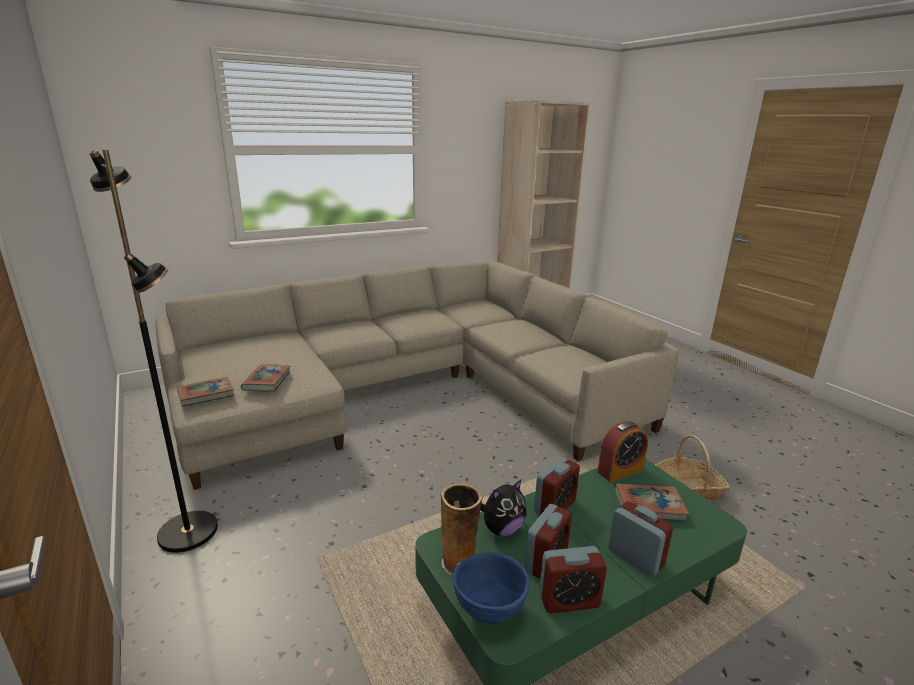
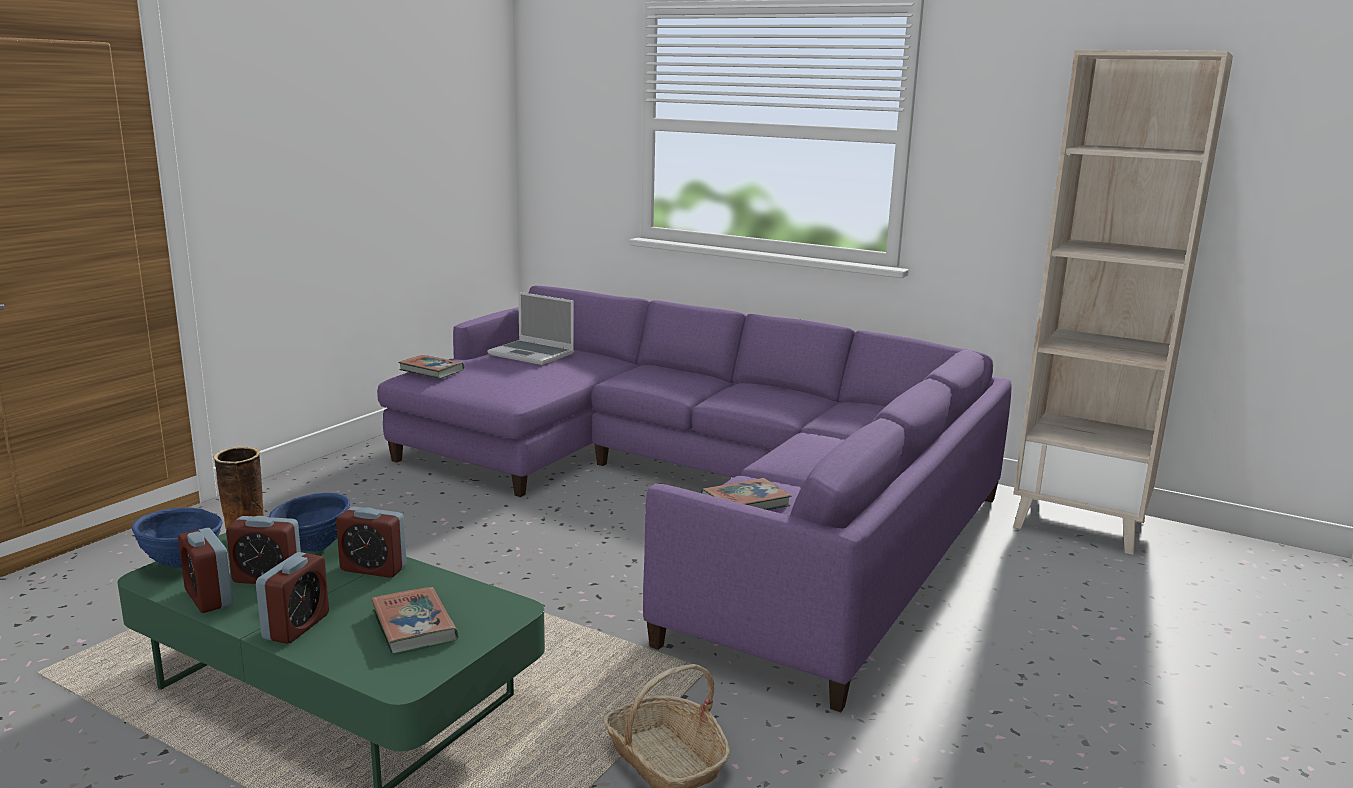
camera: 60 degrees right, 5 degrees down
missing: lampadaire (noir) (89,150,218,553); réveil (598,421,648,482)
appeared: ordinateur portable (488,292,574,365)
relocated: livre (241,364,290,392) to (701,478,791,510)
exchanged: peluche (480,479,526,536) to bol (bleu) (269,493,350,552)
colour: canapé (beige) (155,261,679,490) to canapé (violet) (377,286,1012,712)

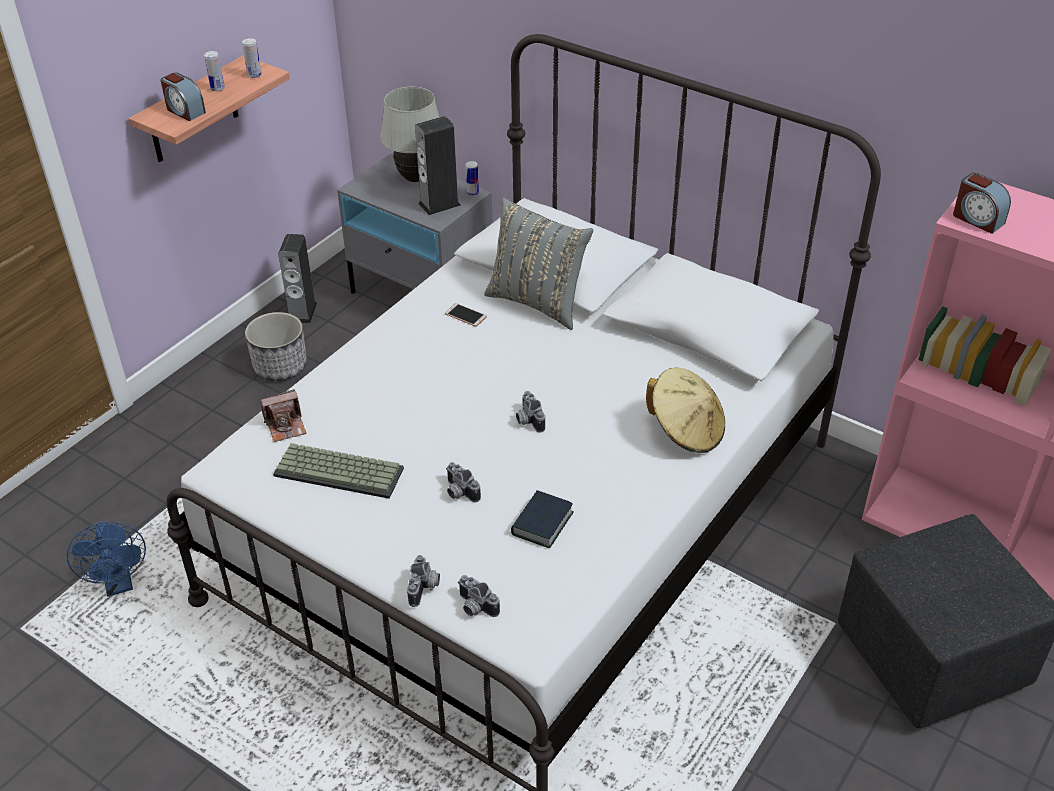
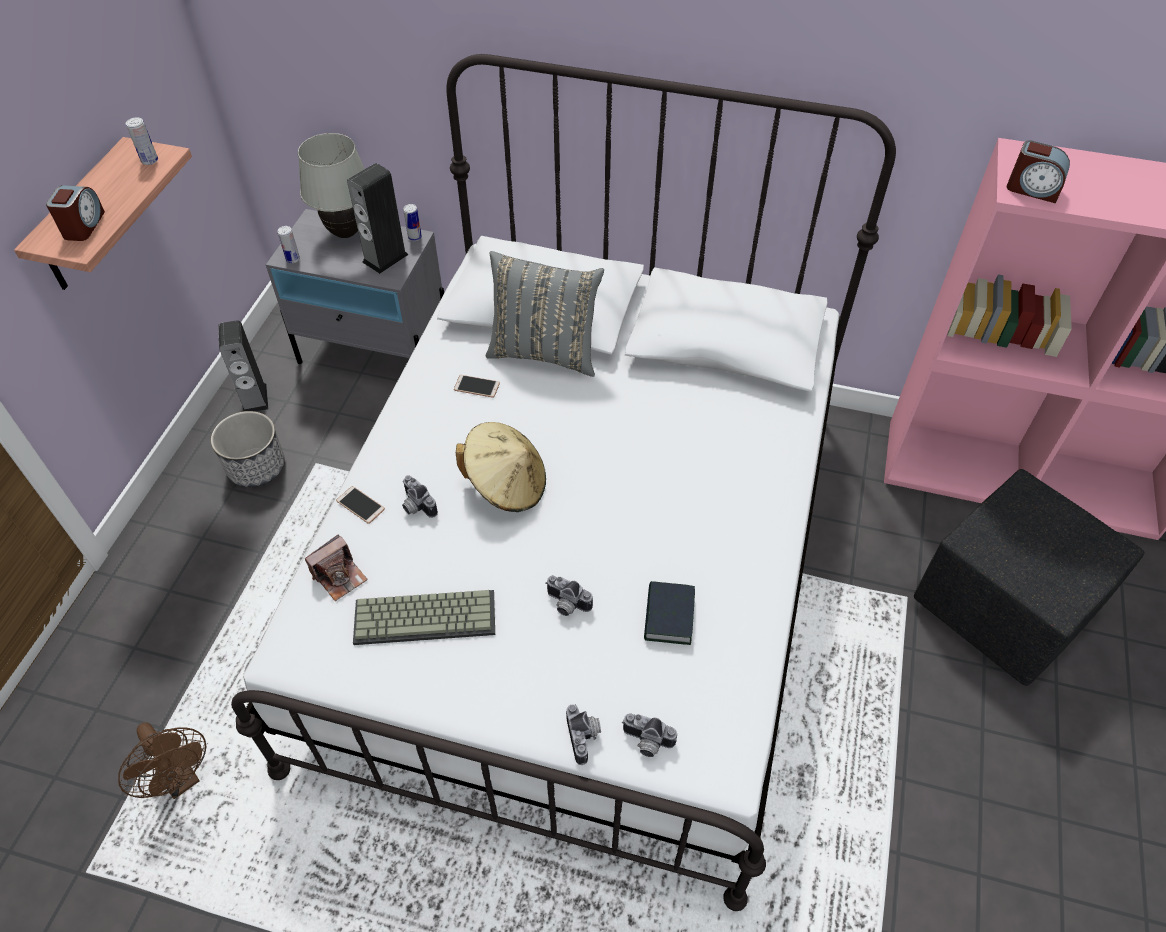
camera: 20 degrees left, 10 degrees up
appeared: téléphone (336,486,385,524)
relocated: boîte métallique (204,51,225,91) to (278,226,300,263); appareil photo (516,391,545,432) to (402,475,438,518); chapeau (beige) (646,367,725,453) to (456,422,546,512)
colour: ventilateur (bleu) (67,521,146,597) to ventilateur (marron) (118,722,206,799)
spun: réveil (161,73,206,121) = (46,185,105,241) 105 degrees counterclockwise

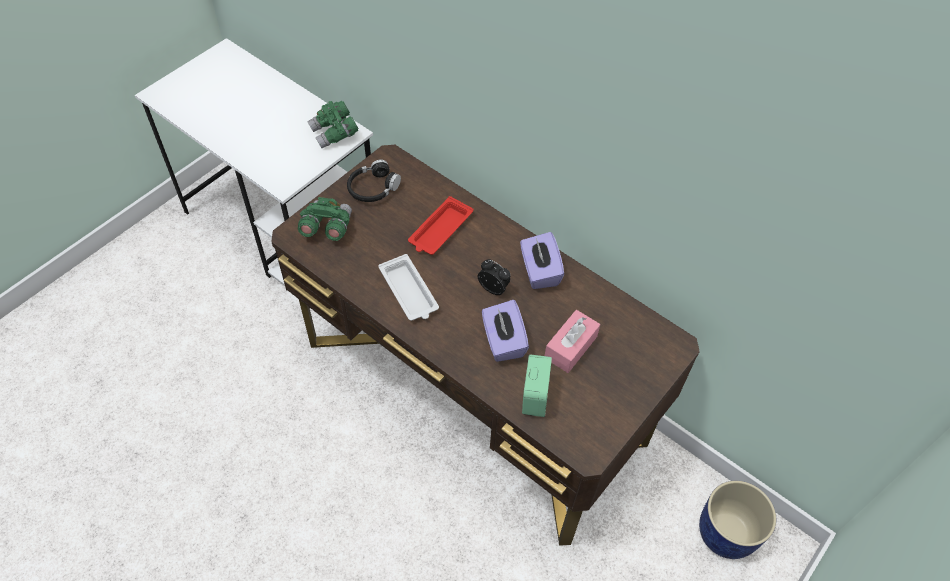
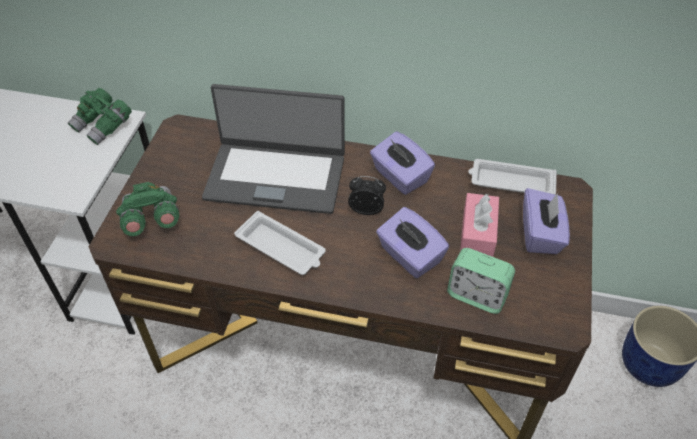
camera: 25 degrees left, 5 degrees down
missing: casque audio (noir) (347,160,401,202)
appeared: plateau (blanc) (468,159,557,195); boîte à mouchoirs (violet) (523,188,570,254)
exchanged: plateau (rouge) (408,196,473,255) to ordinateur portable (202,84,345,214)
spun: réveil (522,355,552,417) = (447,248,515,314) 135 degrees clockwise

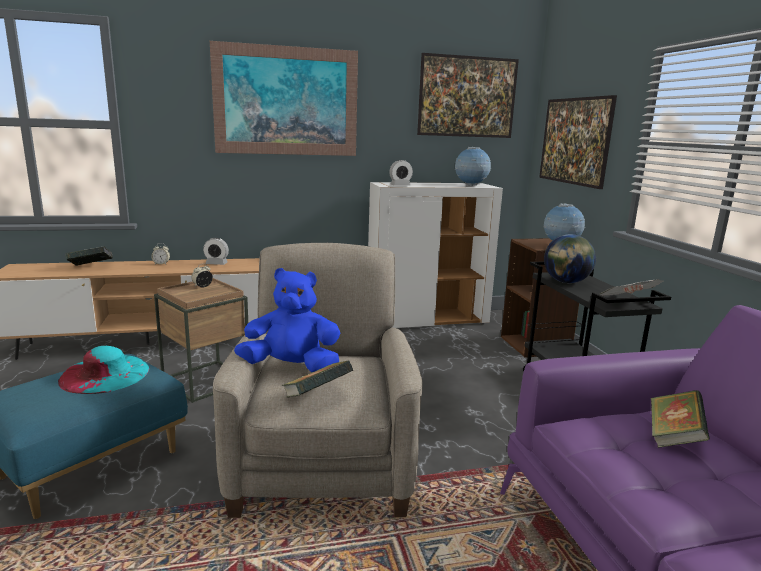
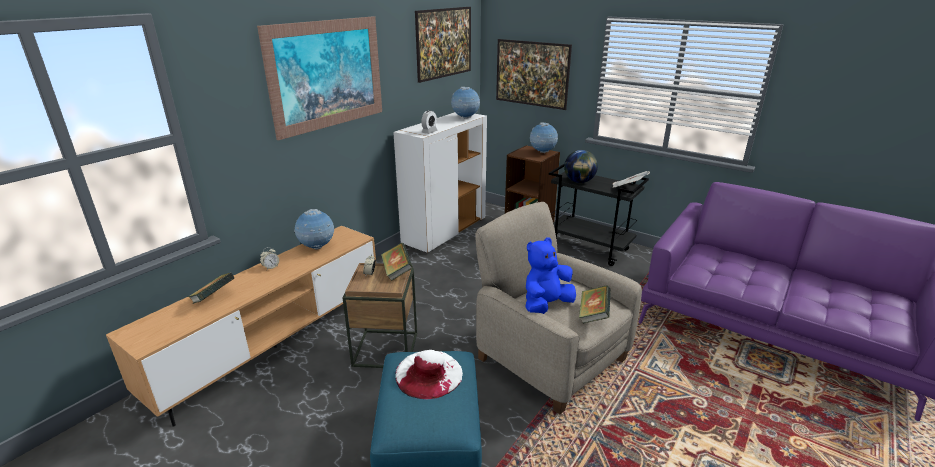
camera: 40 degrees left, 10 degrees up
relocated: livre (651,390,710,448) to (381,243,413,281)
exchanged: réveil (203,238,229,265) to globe (294,209,334,250)
colour: chapeau (turquoise) (58,346,149,394) to chapeau (blanc) (395,350,463,399)

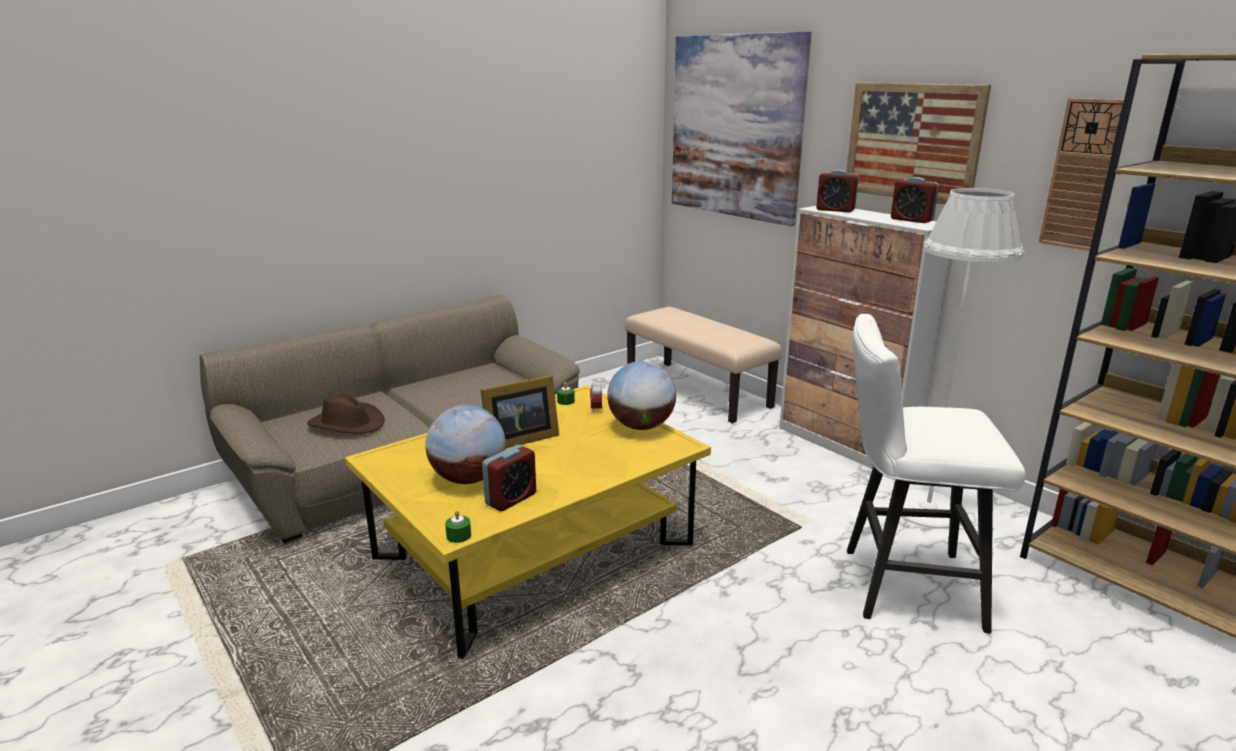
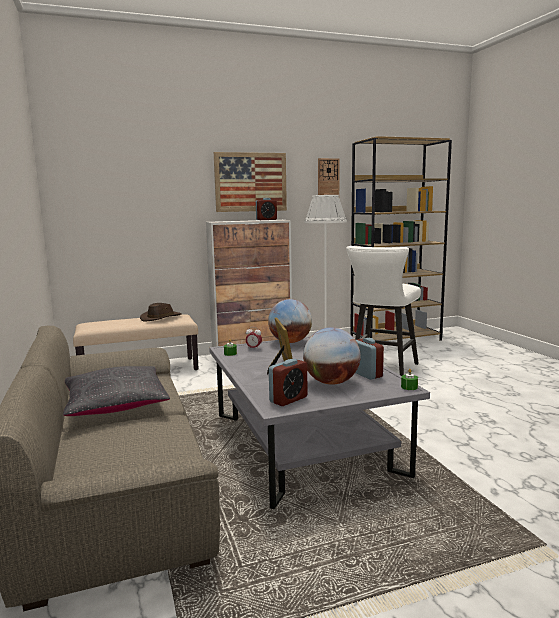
camera: 70 degrees left, 10 degrees down
missing: tableau (672,31,812,226)
appeared: coussin (noir) (63,366,170,416)
relocated: chapeau (marron) (307,394,385,434) to (140,303,182,322); réveil (816,169,859,212) to (269,359,307,406)
colour: table basse (jaune) (345,385,711,659) to table basse (gris) (209,336,430,509)

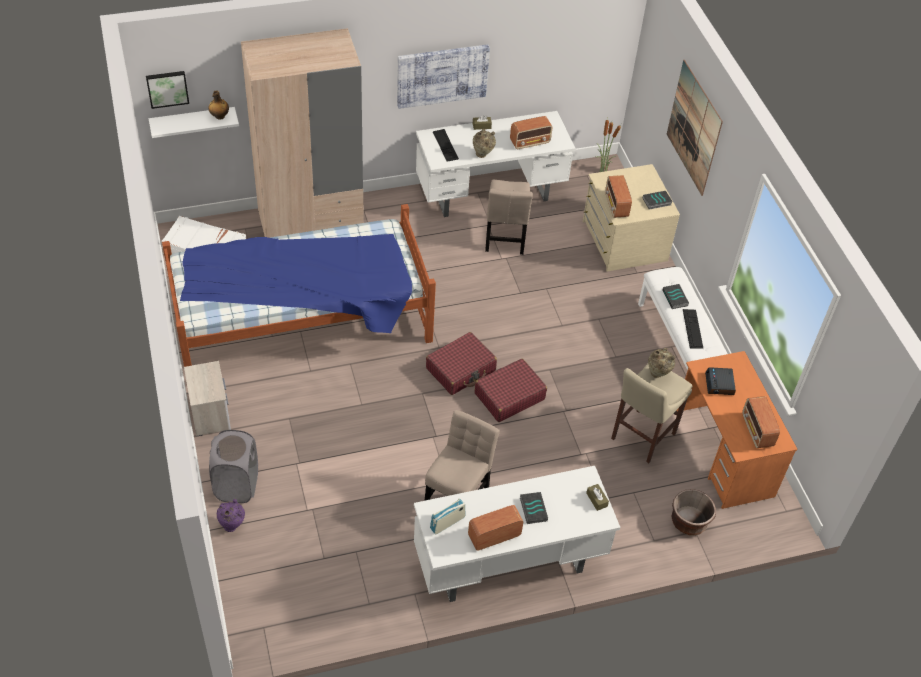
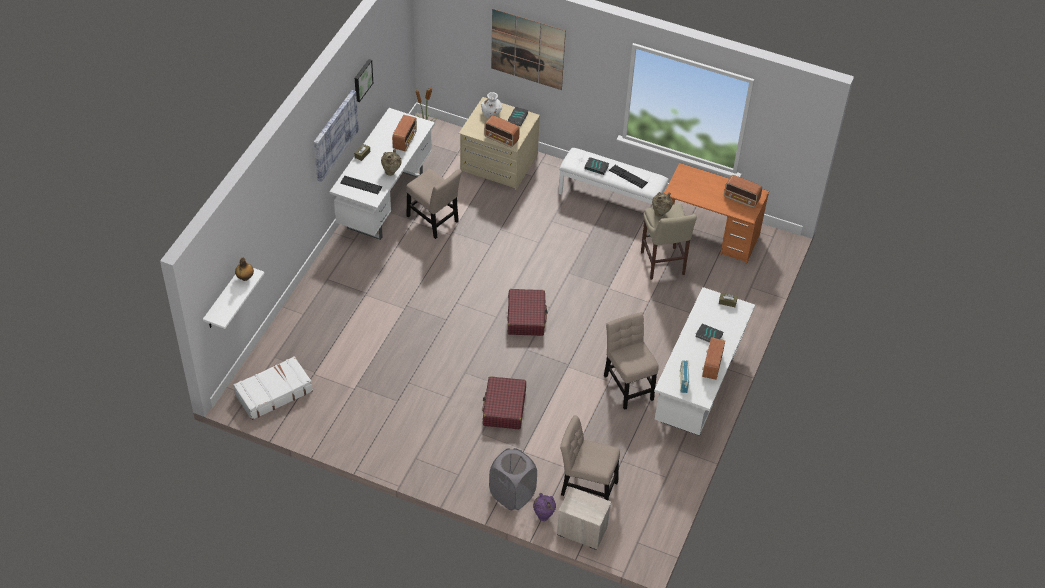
camera: 50 degrees left, 0 degrees up
missing: lit (162,204,436,367); armoire (beige) (241,28,364,238); cache-pot (marron) (671,489,716,535); réveil (705,367,736,395)
appeared: vase (blanc) (481,92,502,118); chaise (beige) (560,415,620,501)
relocated: tableau (146,71,189,109) to (355,59,373,102); table de chevet (184,361,231,436) to (557,487,611,550); valise (rouge) (474,359,547,422) to (482,377,526,429)

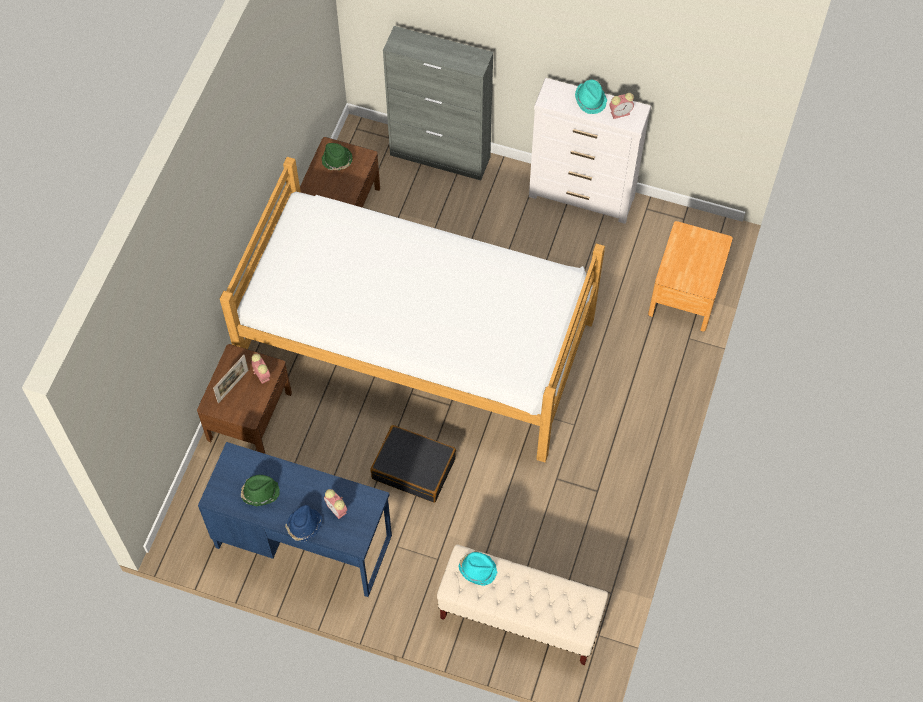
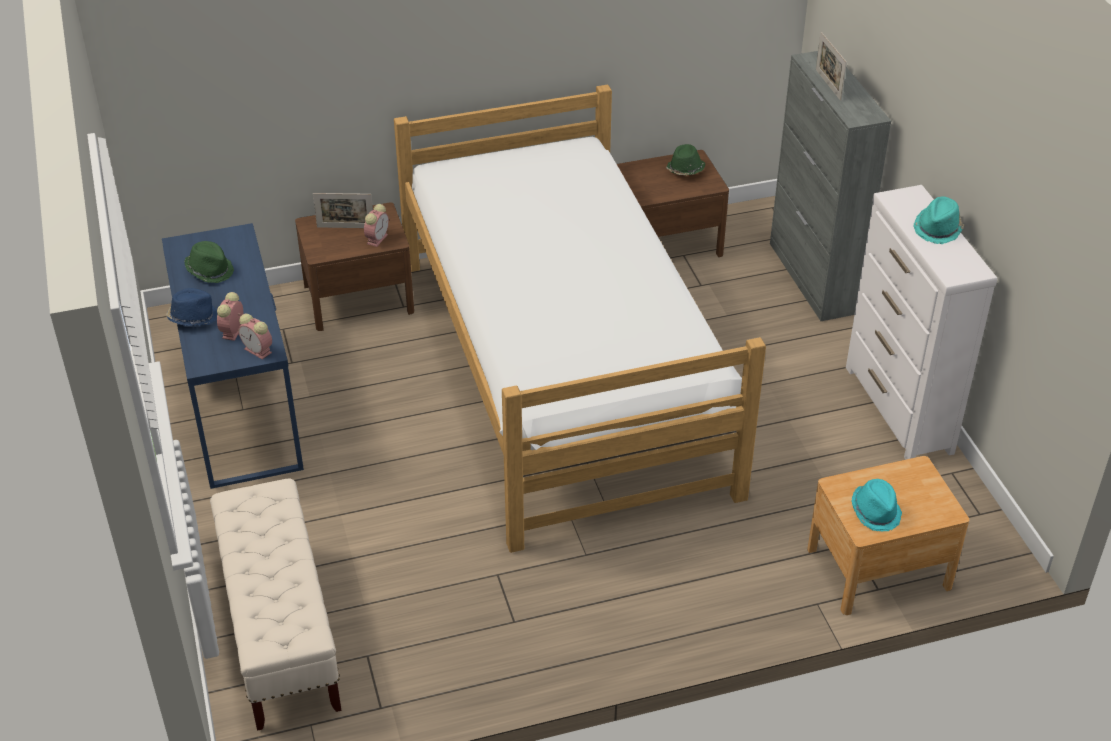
camera: 55 degrees right, 20 degrees down
missing: valise (noir) (371,425,456,503)
appeared: cadre photo (816,32,847,101)
relocated: chapeau (turquoise) (458,551,498,586) to (852,479,902,531); réveil (609,93,634,119) to (238,314,272,360)

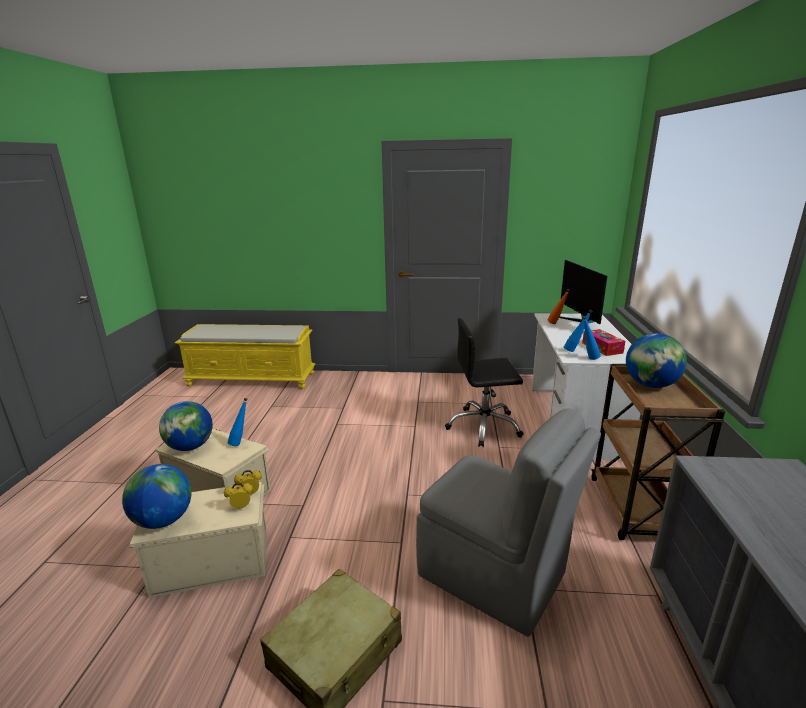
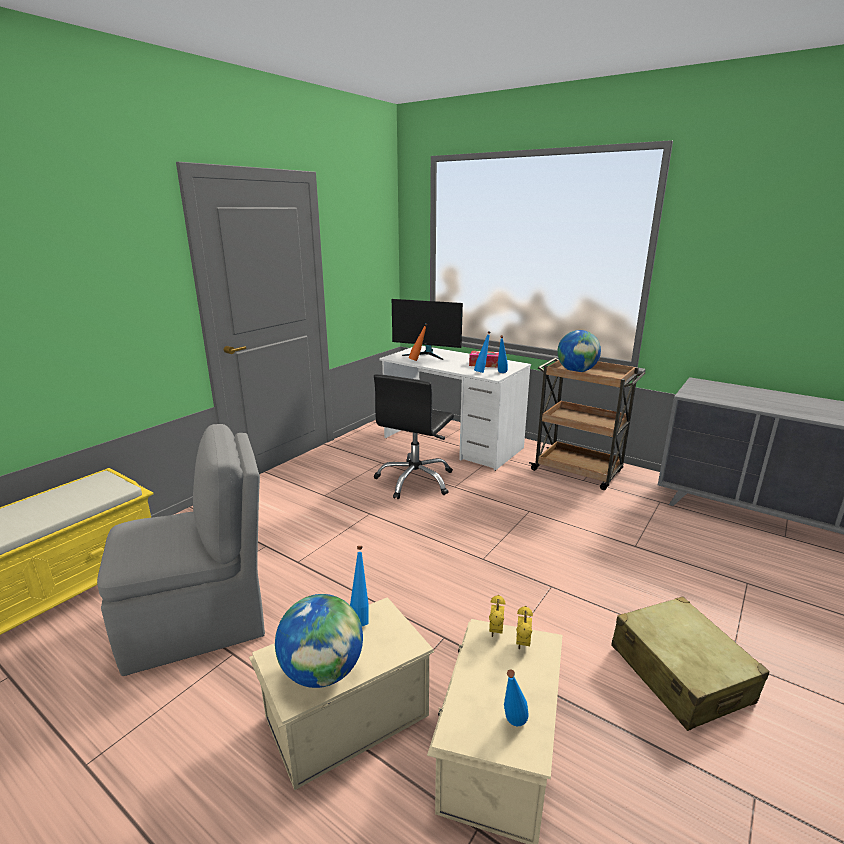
camera: 60 degrees left, 0 degrees up
relocated: chaise (gris) (416,408,601,637) to (97,424,265,676)
exchanged: globe (122,464,192,529) to bouteille (bleu) (504,669,529,726)

